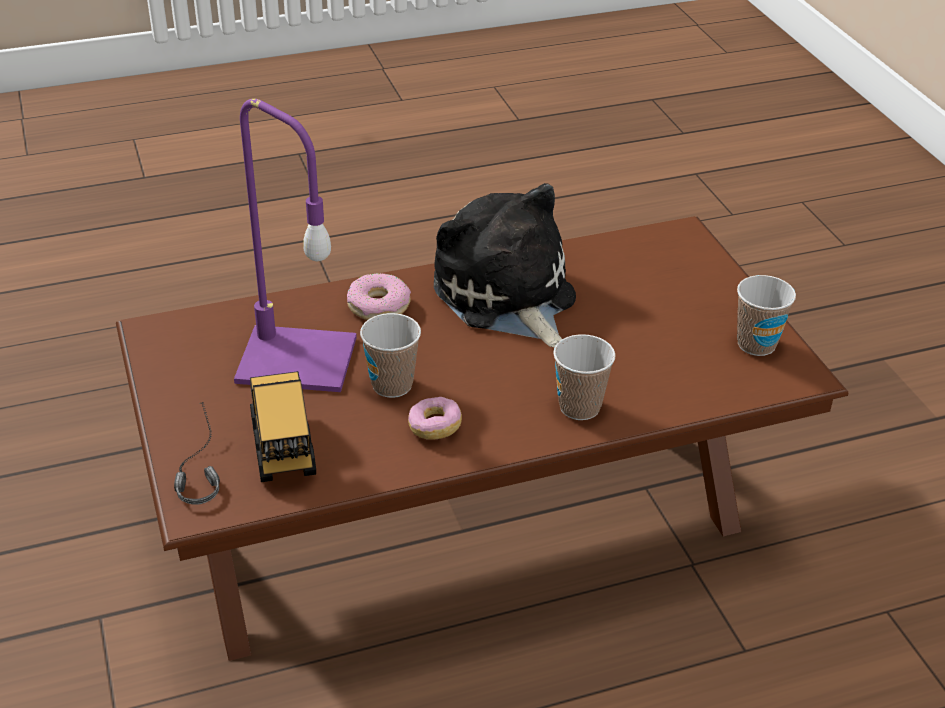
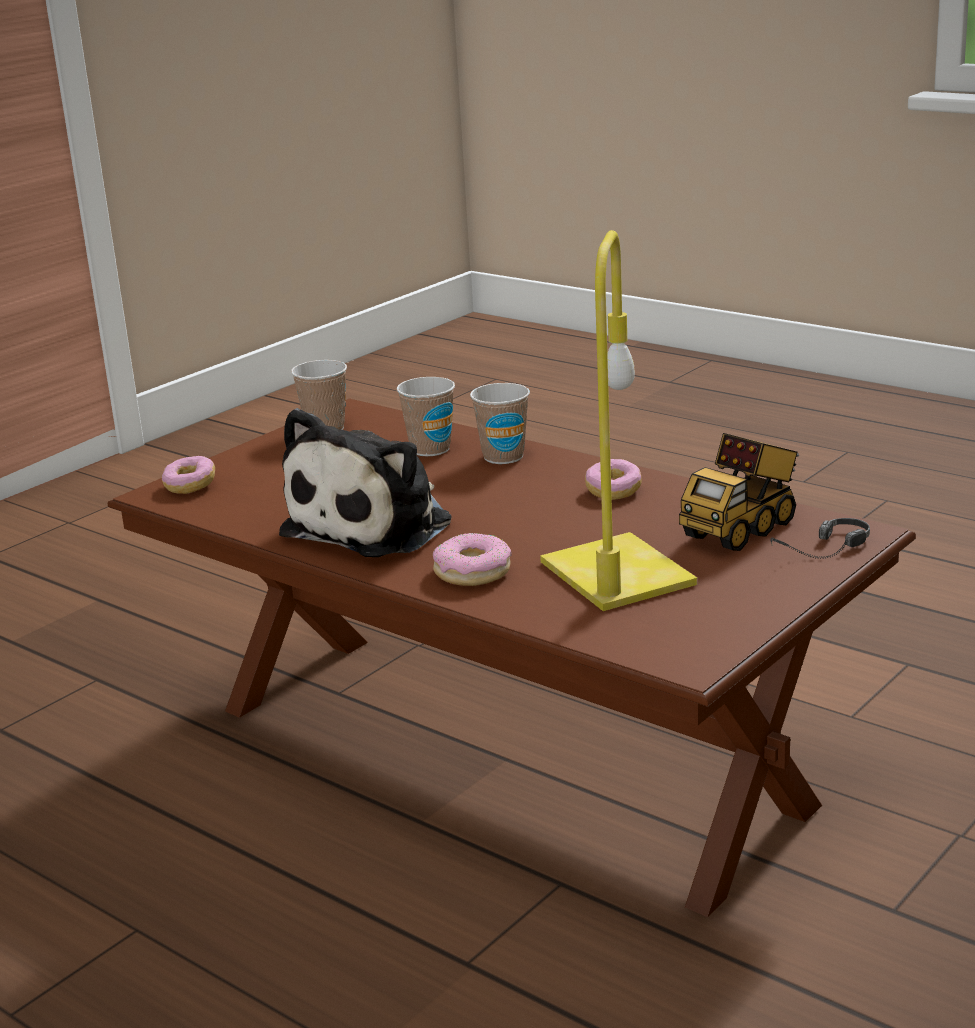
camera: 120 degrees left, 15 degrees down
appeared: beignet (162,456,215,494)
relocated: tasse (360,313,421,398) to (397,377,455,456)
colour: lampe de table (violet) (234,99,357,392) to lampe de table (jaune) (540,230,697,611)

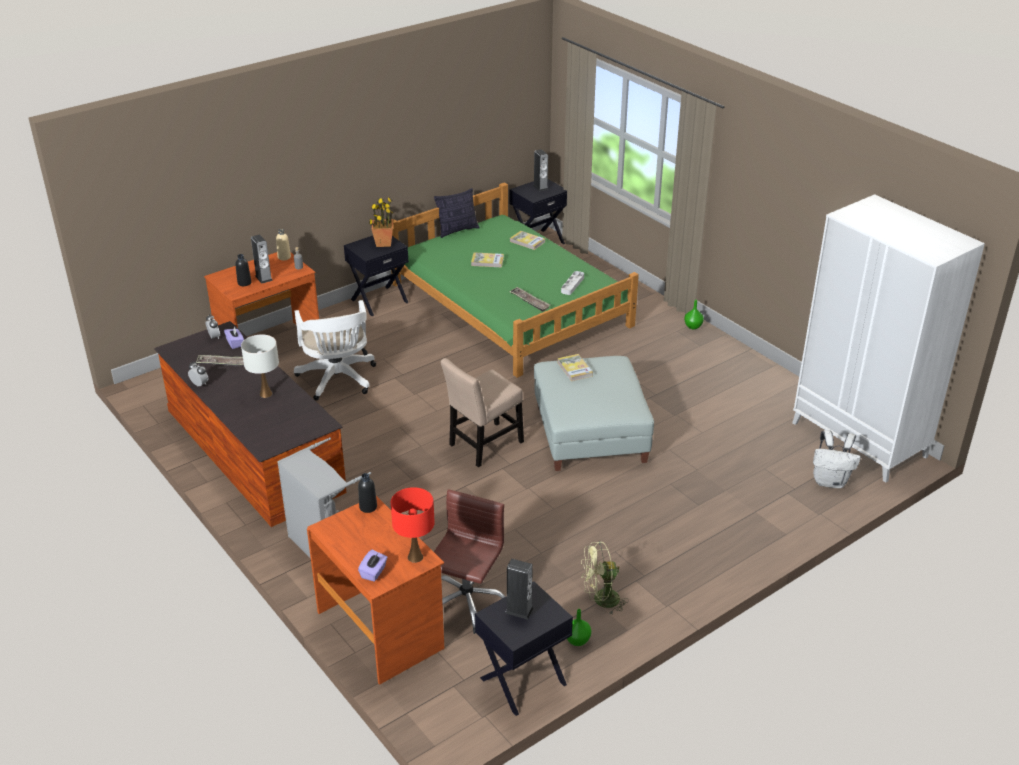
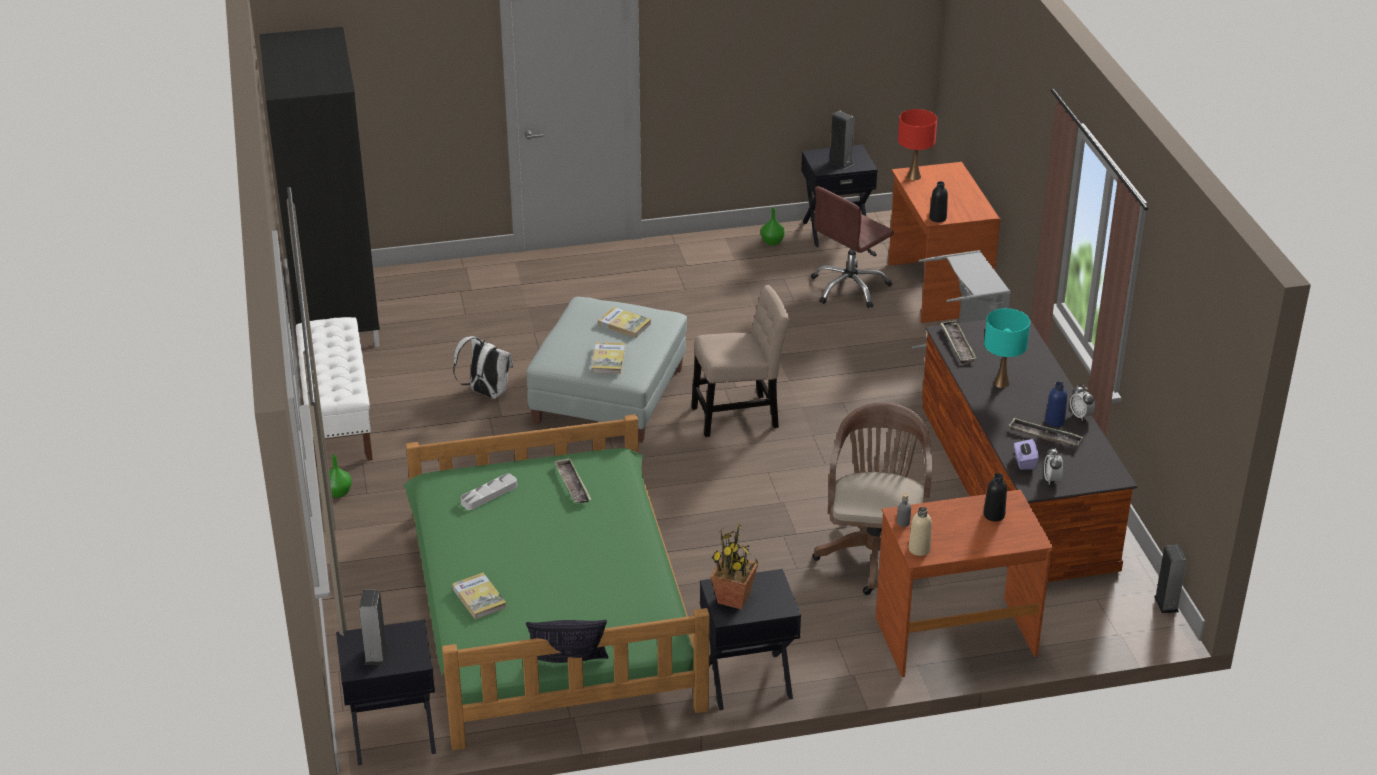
camera: 155 degrees left, 0 degrees up
missing: boîte à mouchoirs (violet) (358,550,388,582); ventilateur (vert) (581,541,629,615)
appeared: banc (blanc) (296,317,373,467); plateau (941,320,977,364); bouteille (bleu) (1045,382,1067,427)
relocated: enceinte (251,235,273,284) to (1154,545,1187,614); livre (471,252,504,267) to (598,307,651,338); sac à dos (blanc) (813,430,861,488) to (453,336,513,399)
colour: lampe de table (blanc) (241,335,279,398) to lampe de table (turquoise) (984,308,1030,388); chaise de bureau (blanc) (294,300,376,400) to chaise de bureau (marron) (812,402,932,595); armoire (blanc) (792,194,985,482) to armoire (noir) (259,27,380,347)

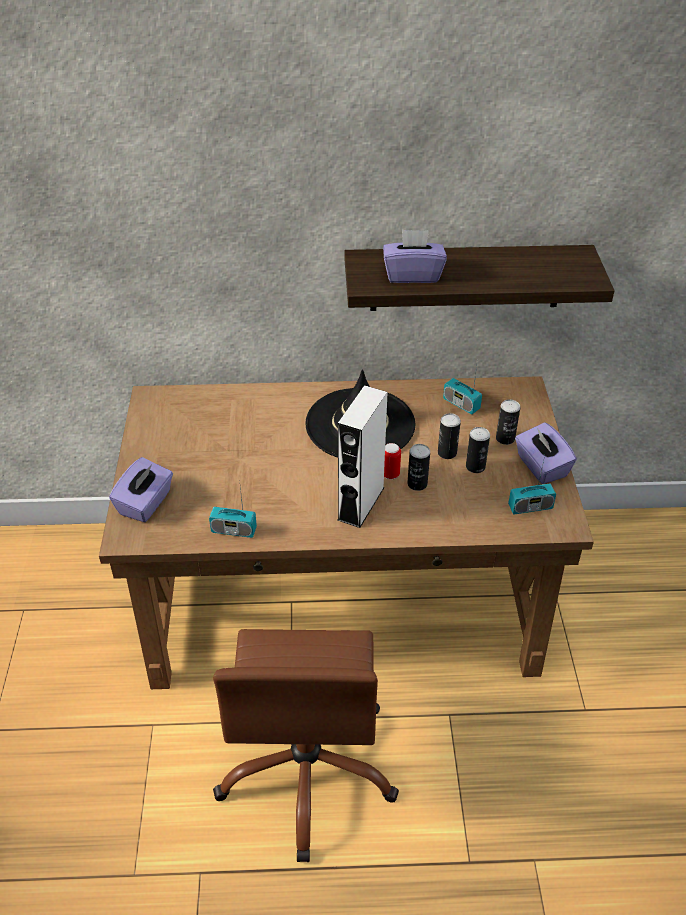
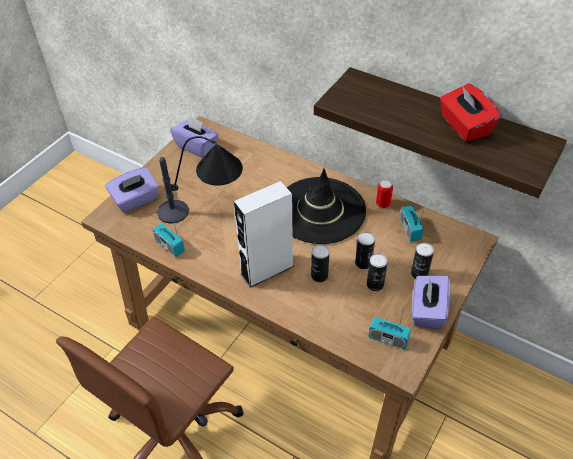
camera: 35 degrees right, 5 degrees up
appeared: lampe de table (157,136,243,223); boîte à mouchoirs (rouge) (440,83,501,142)
relocated: boîte à mouchoirs (violet) (383,230,447,283) to (170,116,219,158); boîte métallique (384,443,401,479) to (376,180,393,208)

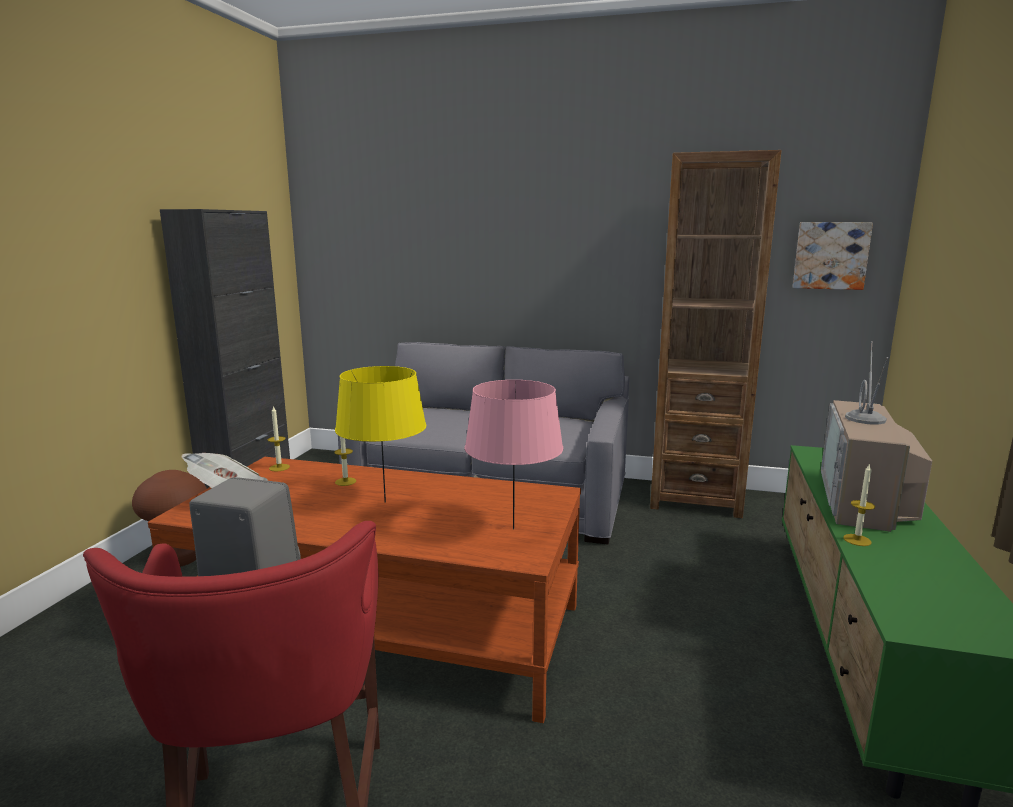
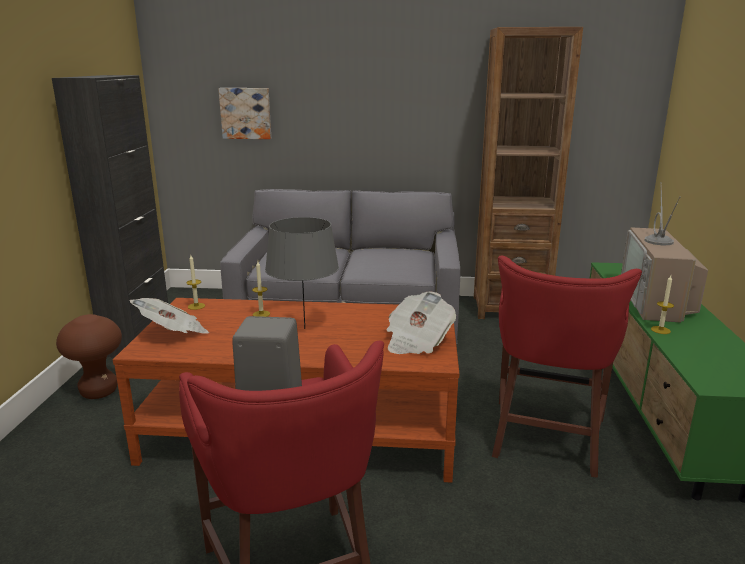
camera: 10 degrees left, 5 degrees up
appeared: tabouret (rouge) (492,256,642,478)
relocated: tableau (793,222,873,290) to (218,88,271,139)
exchanged: lampe de table (rose) (465,380,563,529) to journal (387,291,456,354)
colour: lampe de table (jaune) (335,366,426,503) to lampe de table (gris) (265,217,339,329)

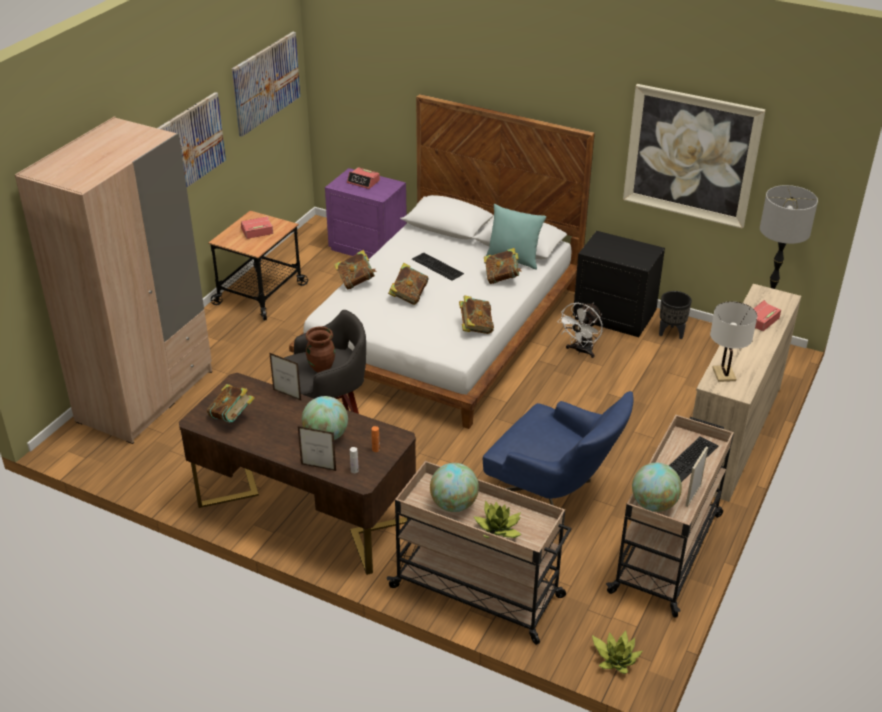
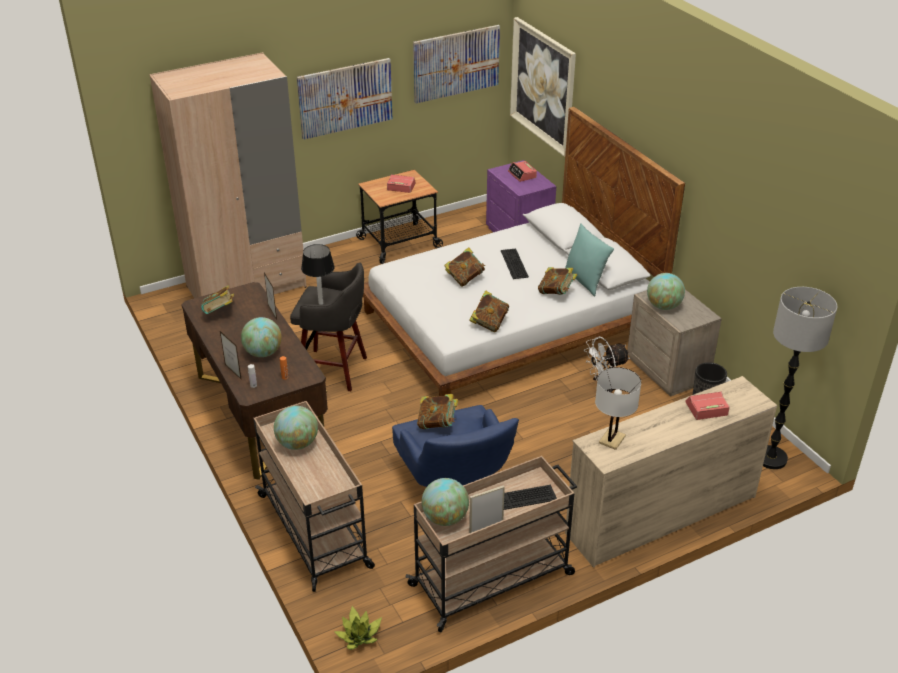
camera: 35 degrees right, 0 degrees up
missing: plante en pot (473,501,521,538)
appeared: globe (647,273,685,310)
relocated: livre (334,250,377,290) to (417,394,458,429); tableau (623,84,766,229) to (510,17,576,157)
exchanged: vase (marron) (305,326,335,373) to lampe de table (301,244,335,305)
colour: table de chevet (noir) (573,231,665,337) to table de chevet (beige) (627,290,722,397)

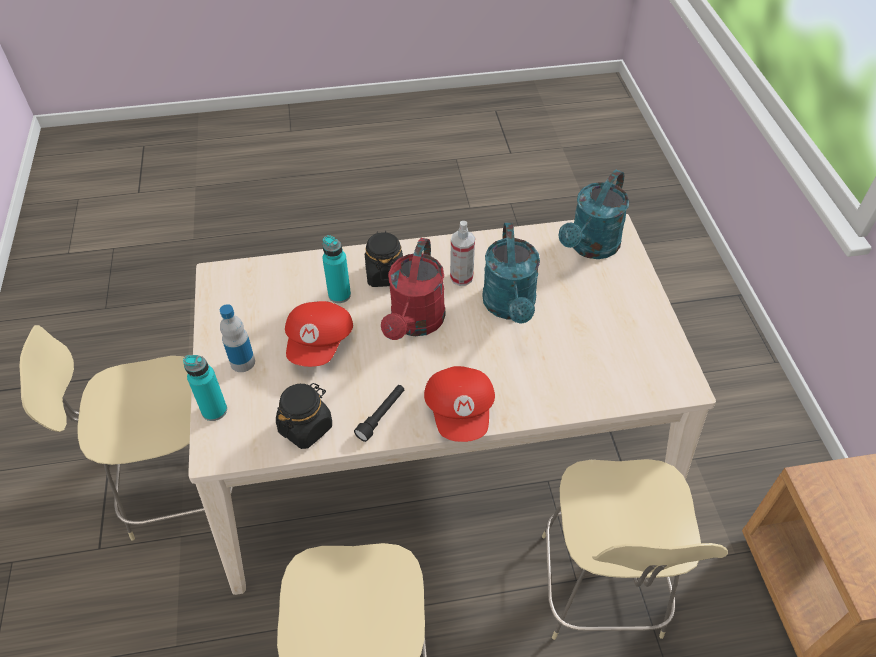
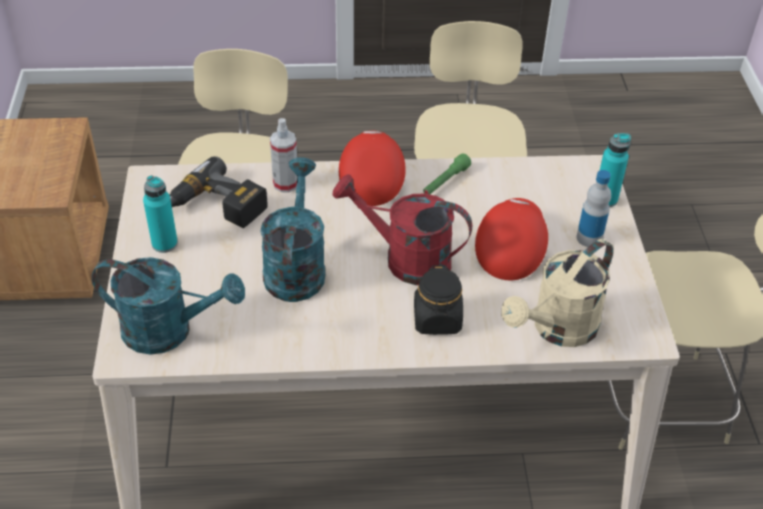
camera: 175 degrees left, 5 degrees down
missing: bocal (noir) (276,383,332,449)
appeared: perceuse (170,156,268,228); arrosoir (beige) (501,239,614,347)
relocated: bouteille (turquoise) (322,235,351,303) to (143,175,178,253); vaporisateur (450,221,475,286) to (270,118,297,192)
colour: lampe de poche (noir) (354,385,404,442) to lampe de poche (vert) (423,154,471,194)
spun: arrosoir (rouge) (381,238,446,340) = (332,174,472,285) 90 degrees counterclockwise; arrosoir (turquoise) (559,170,629,259) = (92,257,245,355) 60 degrees clockwise

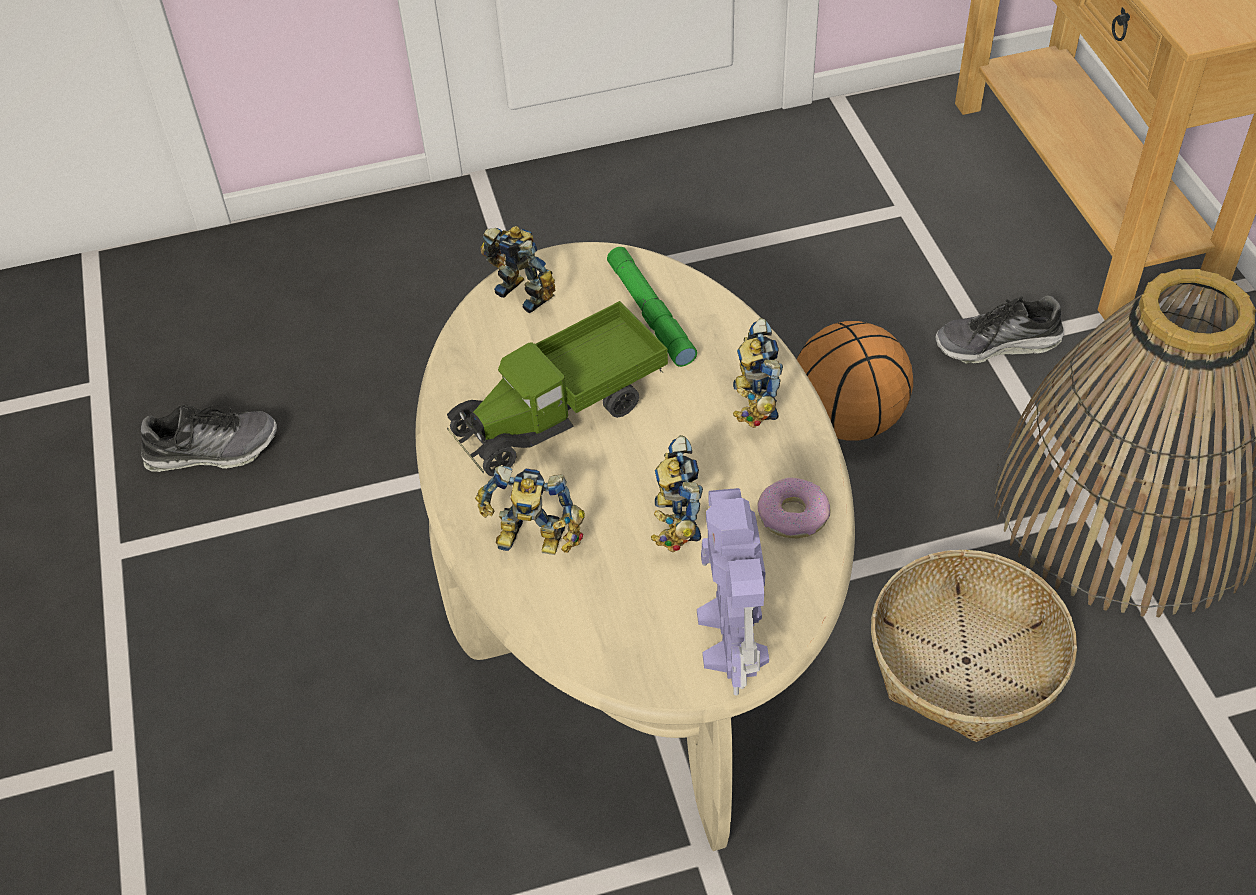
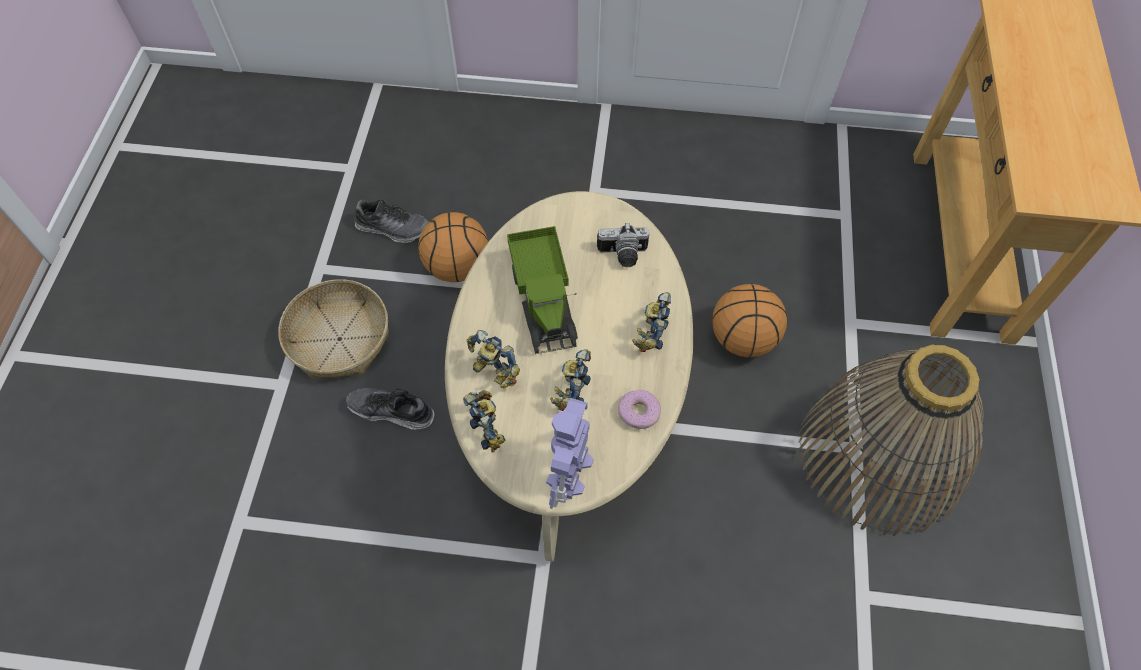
camera: 20 degrees right, 10 degrees up
appeared: ballon de basket (418,212,488,282)
relocated: robot jouet (481,226,556,314) to (463,390,505,452); panier (871,550,1077,742) to (278,279,389,379); chaussure (936,296,1064,364) to (346,388,435,430)
exchanged: lampe de poche (vert) (607,247,697,367) to appareil photo (597,223,649,267)
spun: camion jouet (447,301,668,476) = (507,226,578,354) 90 degrees counterclockwise

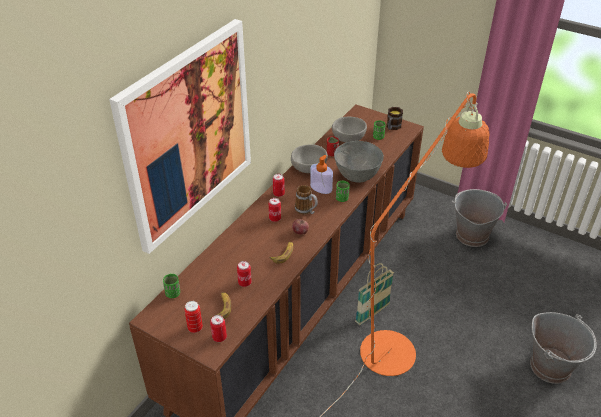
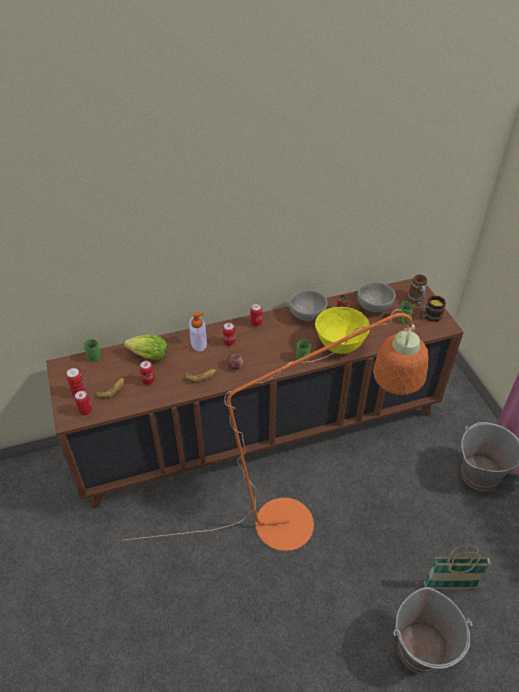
camera: 40 degrees right, 5 degrees up
missing: tableau (109,19,251,254)
appeared: laitue (124,335,168,360)
relocated: mug (295,185,318,215) to (408,274,427,304); distributeur de savon (310,155,333,194) to (189,312,207,351); panier (355,263,394,325) to (424,545,491,589)
colour: bol (gris) (334,141,384,182) to bol (jaune) (315,307,369,354)

